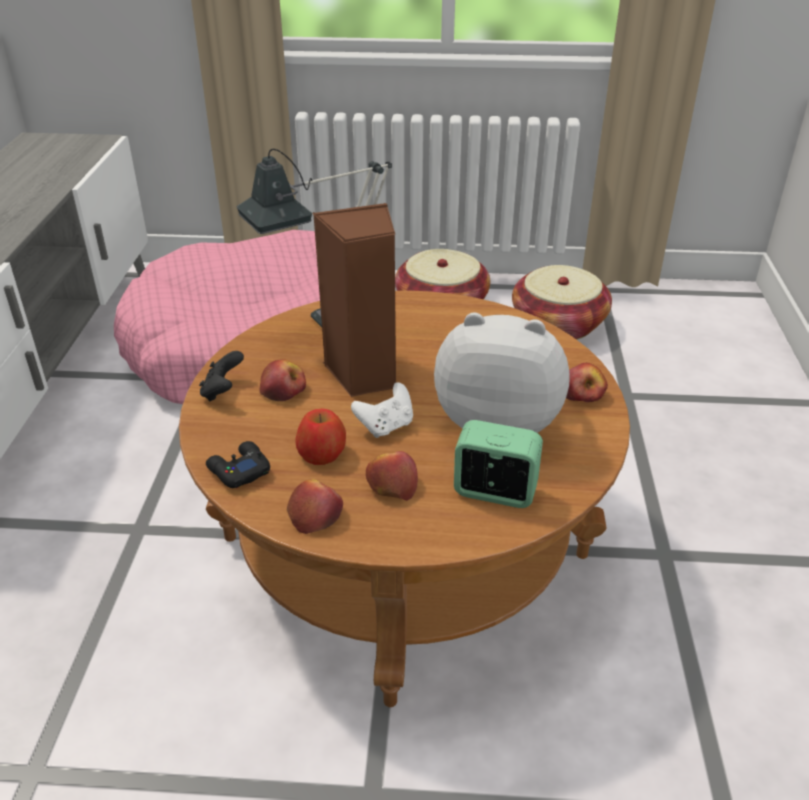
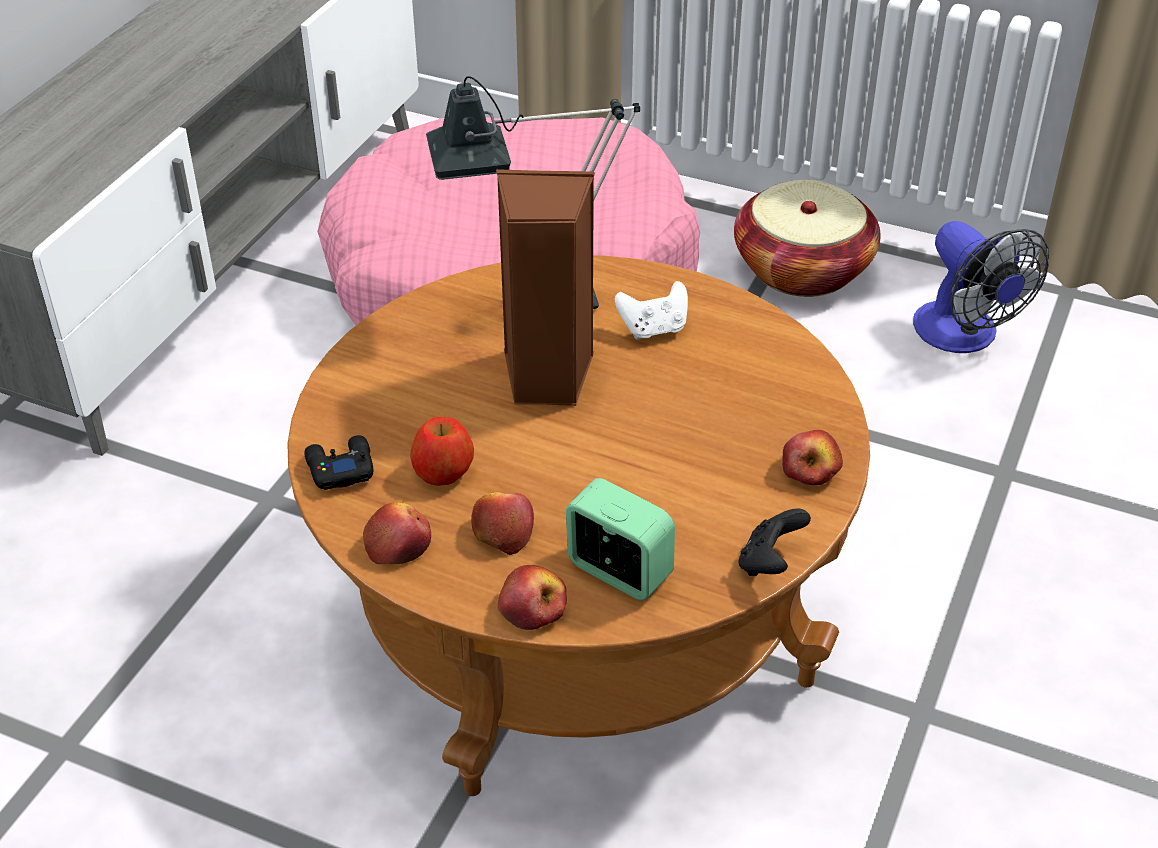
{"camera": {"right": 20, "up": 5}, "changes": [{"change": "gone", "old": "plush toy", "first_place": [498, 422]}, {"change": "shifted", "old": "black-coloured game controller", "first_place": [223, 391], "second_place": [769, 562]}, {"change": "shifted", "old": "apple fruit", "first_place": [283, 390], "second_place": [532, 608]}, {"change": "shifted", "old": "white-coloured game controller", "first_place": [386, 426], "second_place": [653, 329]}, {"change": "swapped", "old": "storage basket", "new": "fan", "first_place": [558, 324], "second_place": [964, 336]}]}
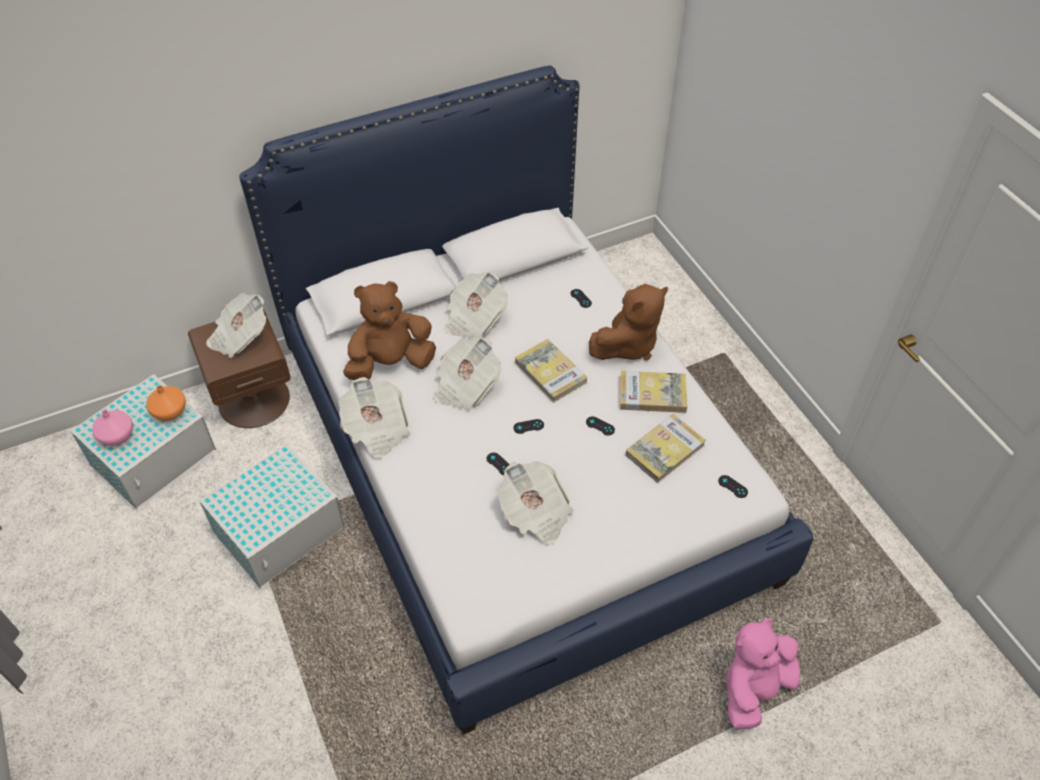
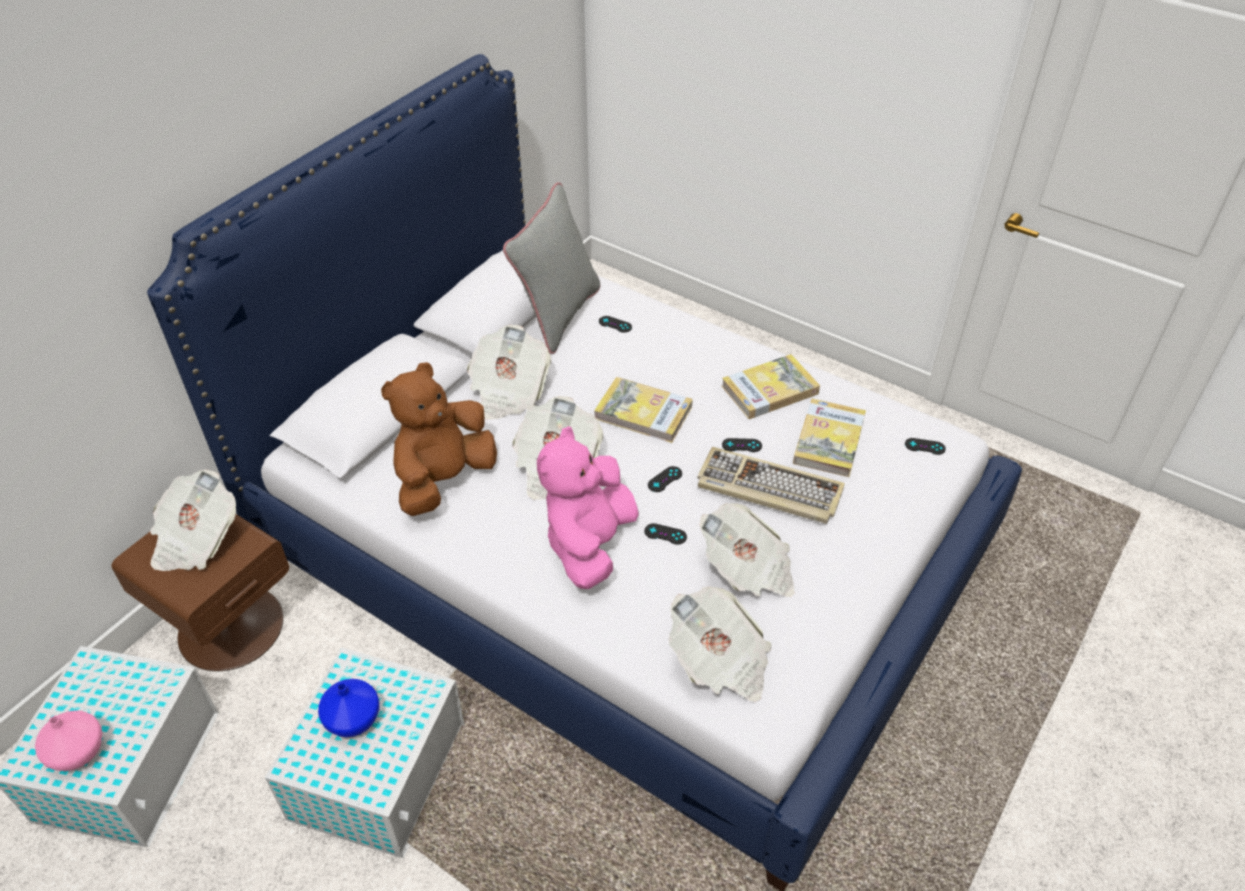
{"camera": {"right": -30, "up": -5}, "changes": [{"change": "gone", "old": "orangey vase", "first_place": [169, 412]}, {"change": "gone", "old": "brown-coloured plush toy", "first_place": [627, 345]}, {"change": "new", "new": "blue-coloured vase", "second_place": [352, 720]}, {"change": "new", "new": "greyish pillow", "second_place": [558, 315]}, {"change": "new", "new": "PC keyboard", "second_place": [767, 489]}, {"change": "shifted", "old": "newspaper", "first_place": [376, 429], "second_place": [720, 661]}, {"change": "shifted", "old": "pink-coloured plush toy", "first_place": [754, 689], "second_place": [589, 544]}]}
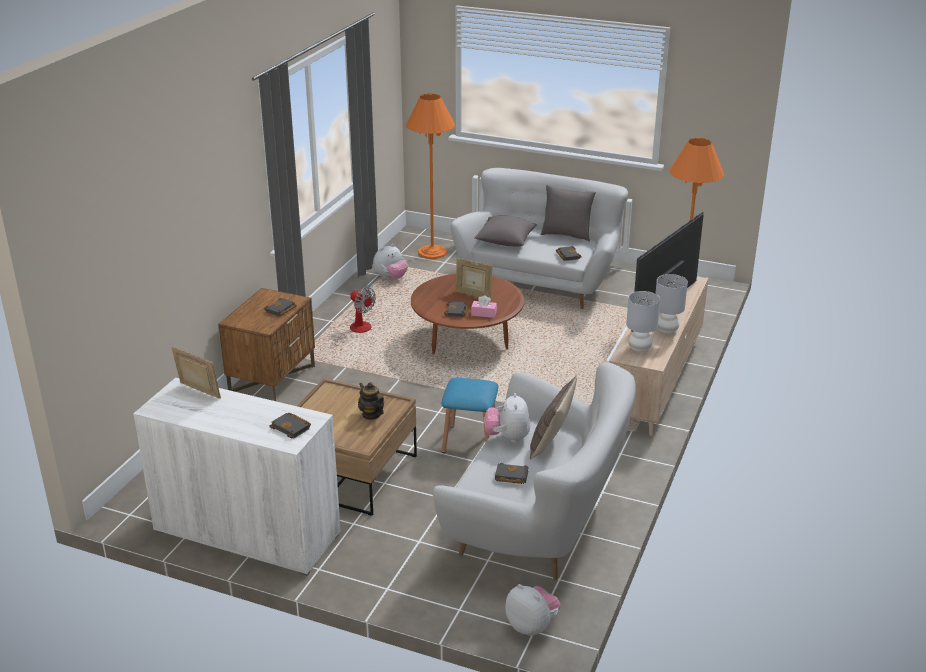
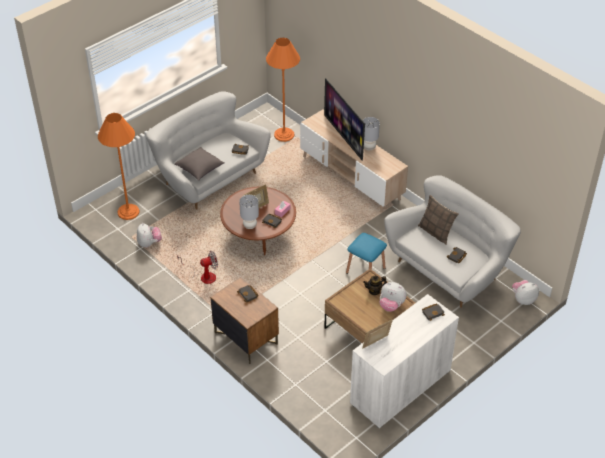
{"camera": {"right": -65, "up": 15}, "changes": [{"change": "gone", "old": "greyish pillow", "first_place": [566, 235]}, {"change": "shifted", "old": "plush toy", "first_place": [507, 437], "second_place": [391, 305]}, {"change": "shifted", "old": "greyish table lamp", "first_place": [640, 348], "second_place": [250, 225]}]}
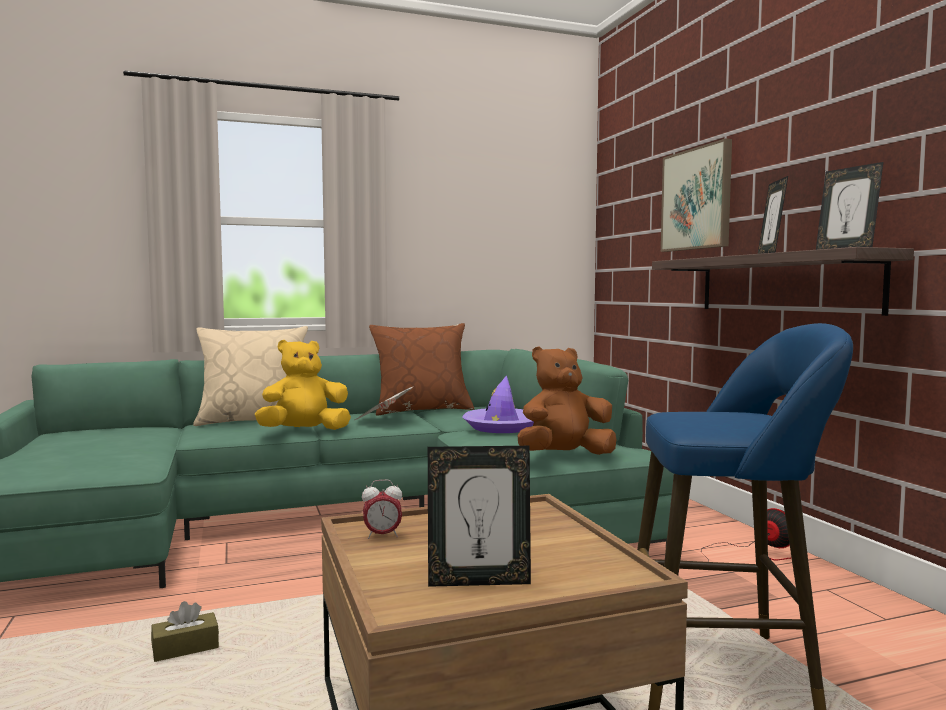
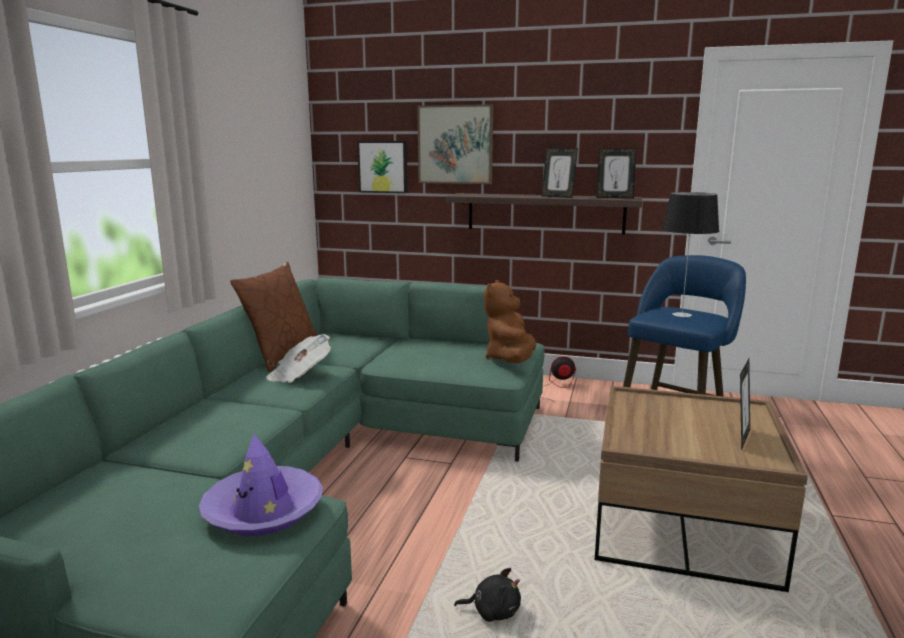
{"camera": {"right": -55, "up": 10}, "changes": [{"change": "gone", "old": "sand-coloured pillow", "first_place": [254, 420]}, {"change": "gone", "old": "yellow-coloured plush toy", "first_place": [304, 431]}, {"change": "gone", "old": "bedside clock", "first_place": [382, 536]}, {"change": "new", "new": "wall picture", "second_place": [383, 167]}, {"change": "new", "new": "table lamp", "second_place": [681, 314]}, {"change": "shifted", "old": "purplish wearable hat", "first_place": [501, 427], "second_place": [263, 511]}, {"change": "swapped", "old": "brown-coloured box of tissues", "new": "black-coloured plush toy", "first_place": [185, 649], "second_place": [493, 611]}]}
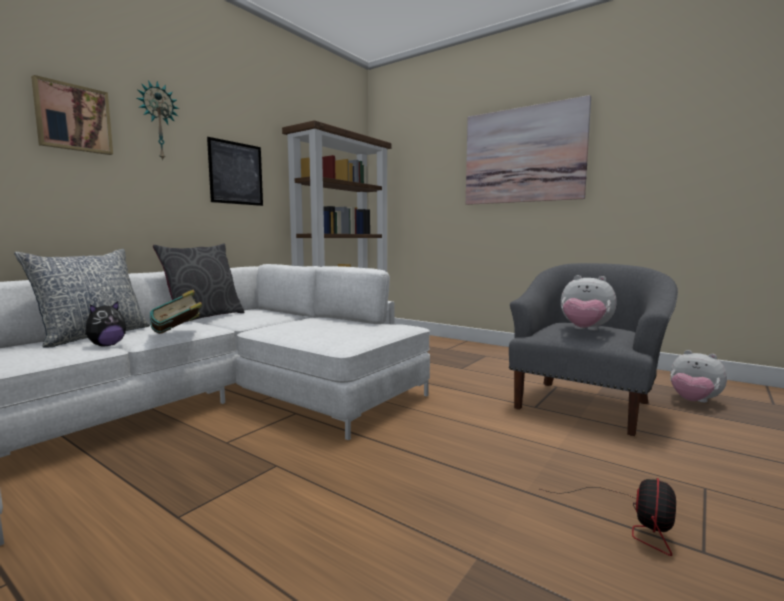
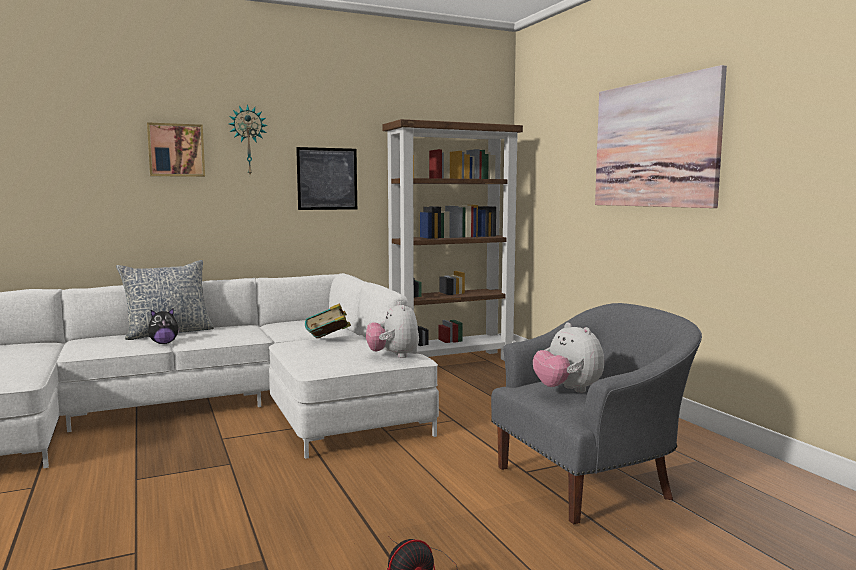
{"camera": {"right": 30, "up": 0}, "changes": [{"change": "gone", "old": "greyish pillow", "first_place": [204, 317]}, {"change": "shifted", "old": "book", "first_place": [178, 335], "second_place": [328, 341]}, {"change": "shifted", "old": "plush toy", "first_place": [693, 401], "second_place": [393, 356]}]}
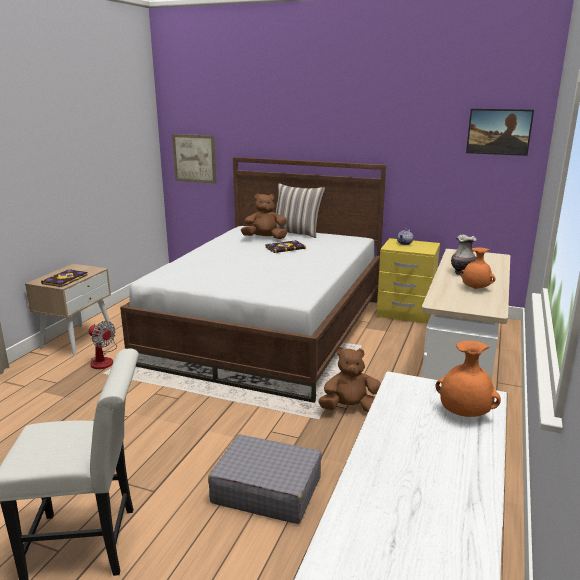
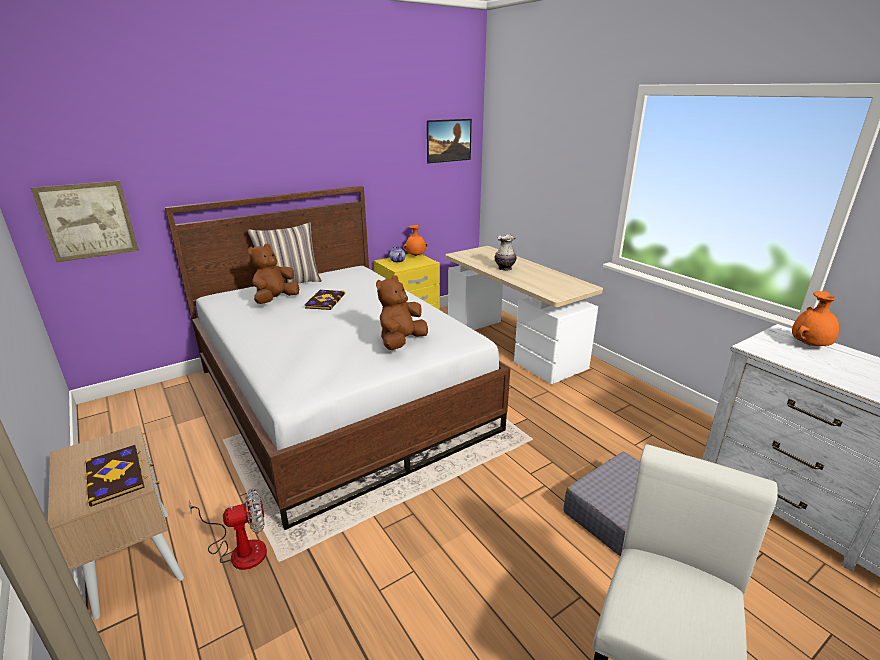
{"camera": {"right": -55, "up": 5}, "changes": [{"change": "shifted", "old": "brown-coloured plush toy", "first_place": [350, 408], "second_place": [401, 342]}, {"change": "shifted", "old": "orangey vase", "first_place": [475, 288], "second_place": [415, 255]}]}
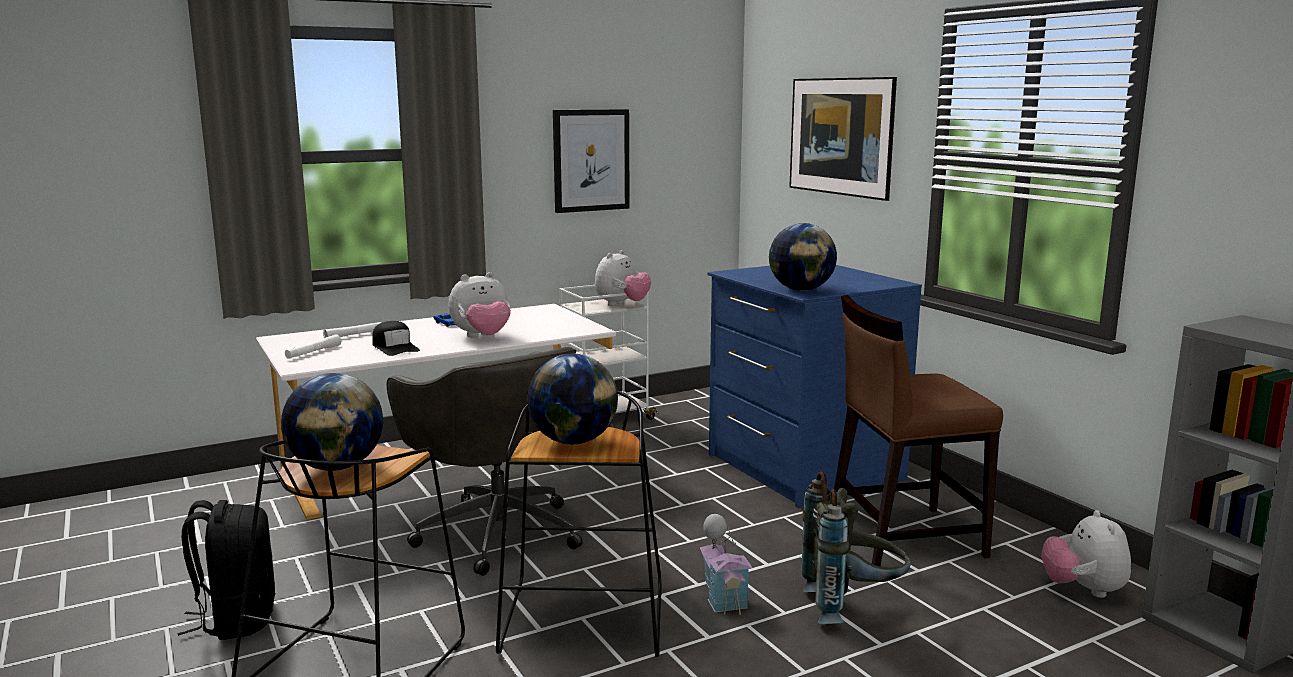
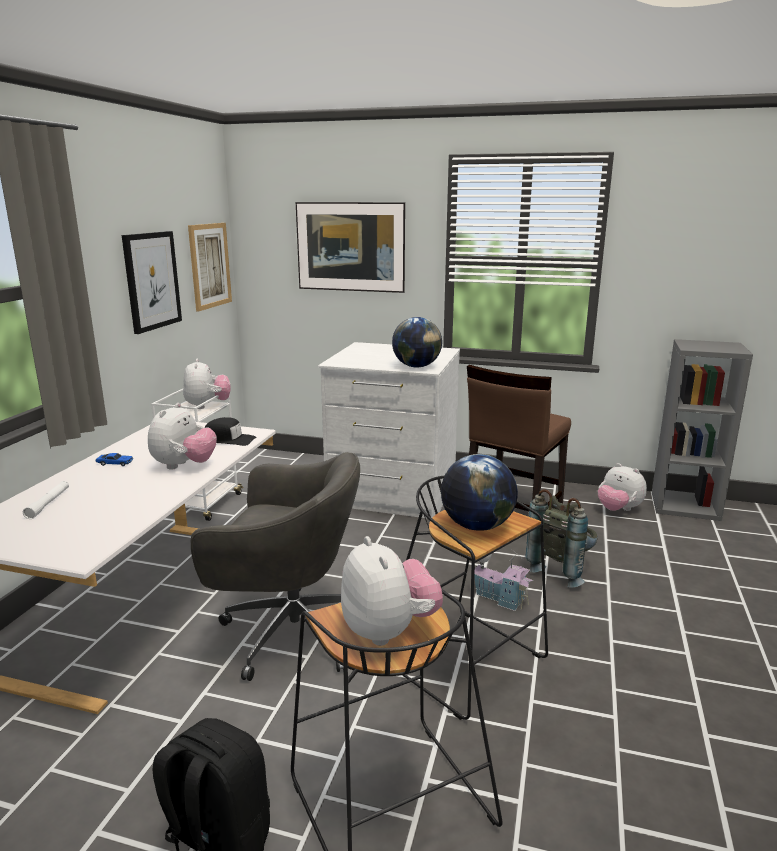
{"camera": {"right": -45, "up": 5}, "changes": [{"change": "gone", "old": "white-coloured flashlight", "first_place": [313, 352]}, {"change": "new", "new": "wall picture", "second_place": [210, 265]}, {"change": "shifted", "old": "black-coloured cap", "first_place": [395, 347], "second_place": [229, 439]}, {"change": "swapped", "old": "desk globe", "new": "plush toy", "first_place": [337, 466], "second_place": [389, 630]}, {"change": "repainted", "old": "blue-coloured chest of drawers", "new": "white-coloured chest of drawers", "first_place": [802, 467], "second_place": [392, 493]}]}
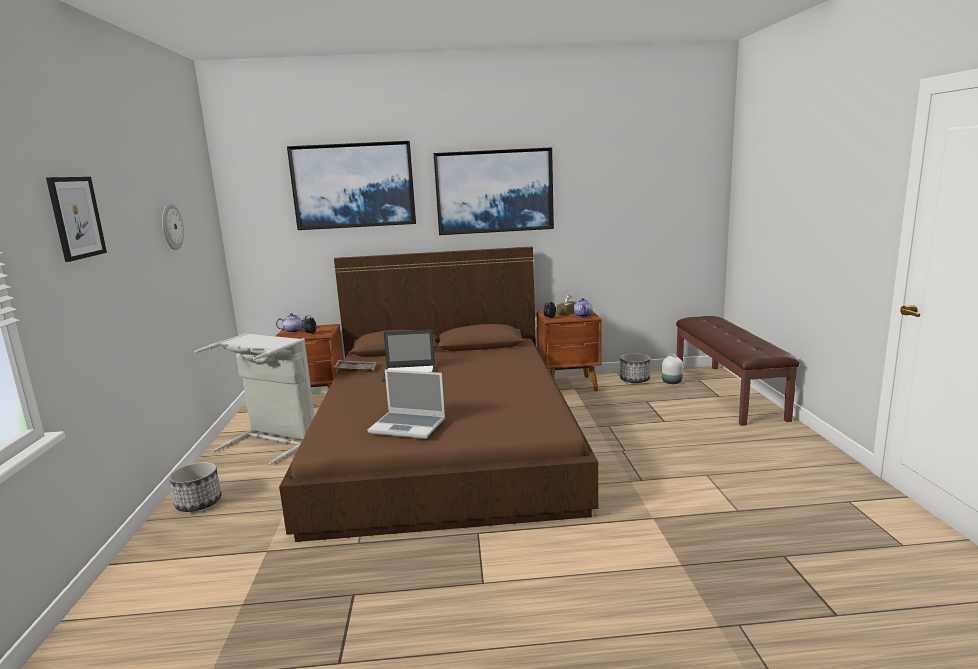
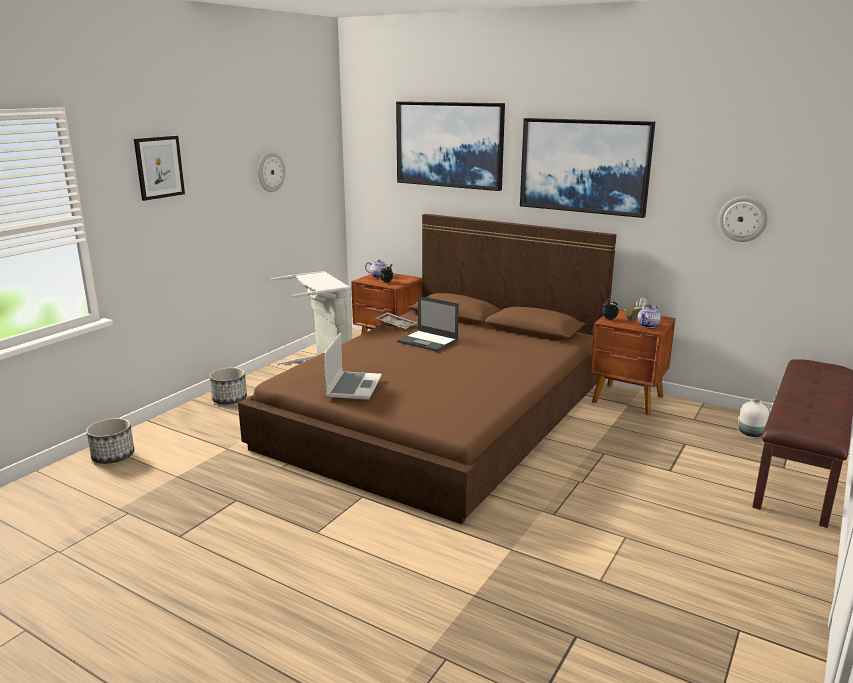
{"camera": {"right": 35, "up": 5}, "changes": [{"change": "new", "new": "clock on the wall", "second_place": [743, 219]}, {"change": "shifted", "old": "planter", "first_place": [635, 380], "second_place": [113, 456]}, {"change": "rotated", "old": "notebook computer", "first_place": [409, 426], "second_place": [353, 386], "degrees": -135}]}
